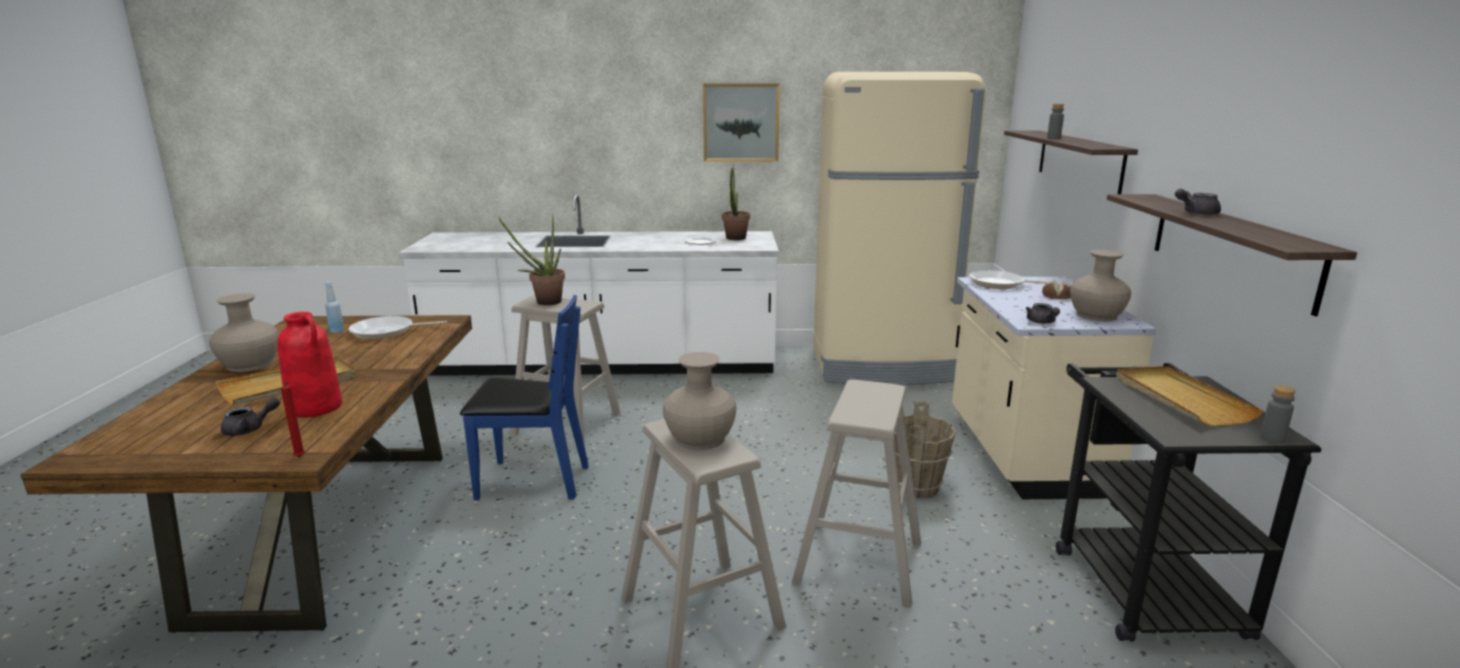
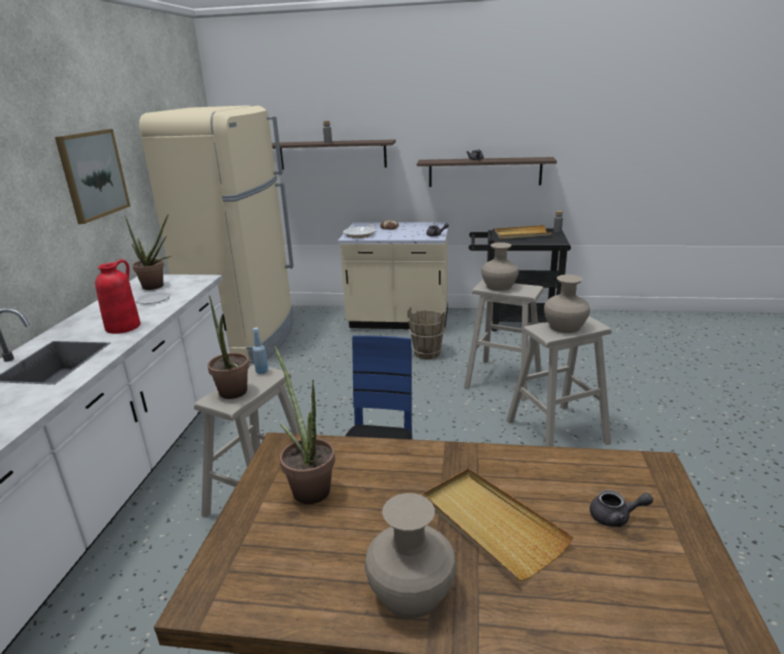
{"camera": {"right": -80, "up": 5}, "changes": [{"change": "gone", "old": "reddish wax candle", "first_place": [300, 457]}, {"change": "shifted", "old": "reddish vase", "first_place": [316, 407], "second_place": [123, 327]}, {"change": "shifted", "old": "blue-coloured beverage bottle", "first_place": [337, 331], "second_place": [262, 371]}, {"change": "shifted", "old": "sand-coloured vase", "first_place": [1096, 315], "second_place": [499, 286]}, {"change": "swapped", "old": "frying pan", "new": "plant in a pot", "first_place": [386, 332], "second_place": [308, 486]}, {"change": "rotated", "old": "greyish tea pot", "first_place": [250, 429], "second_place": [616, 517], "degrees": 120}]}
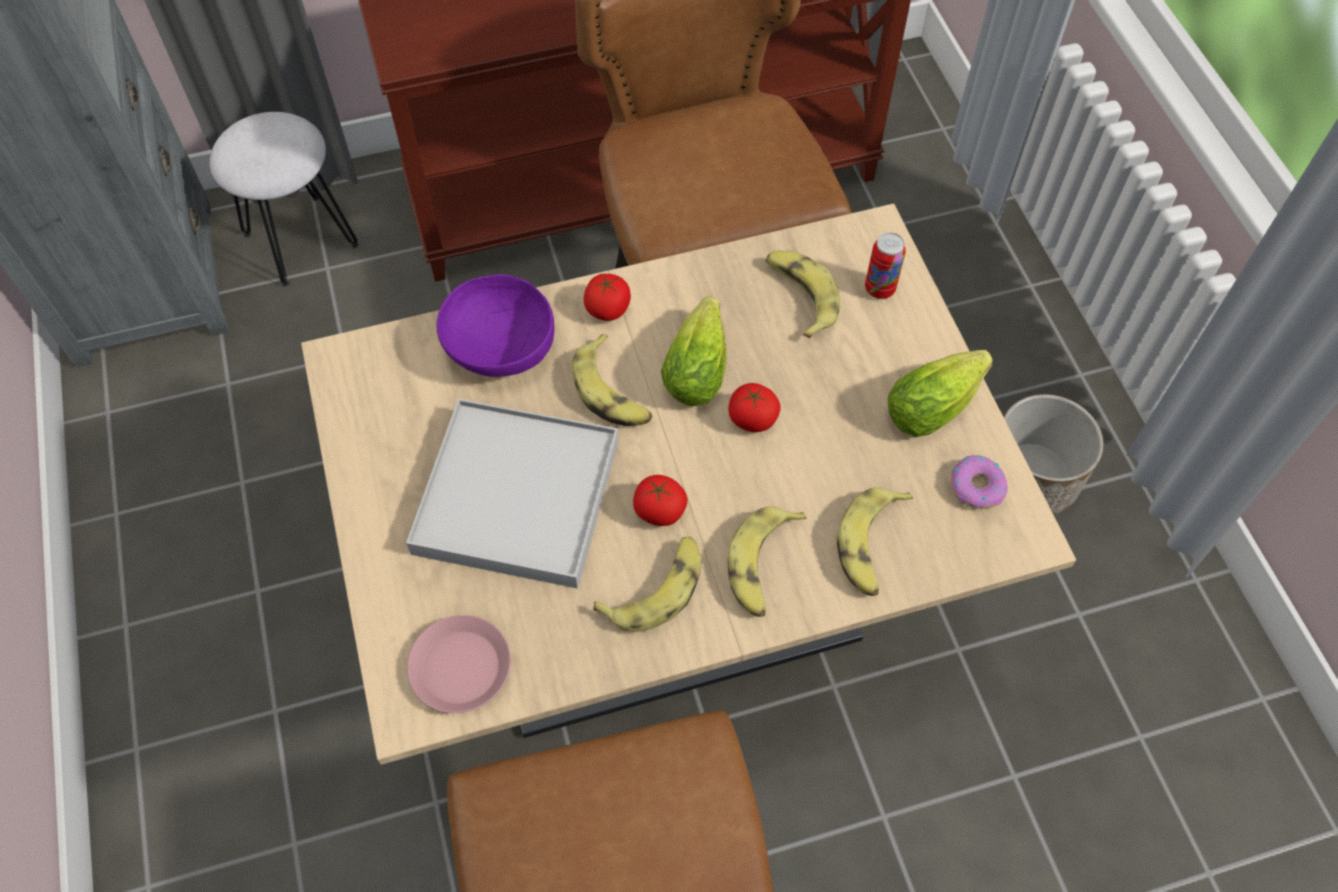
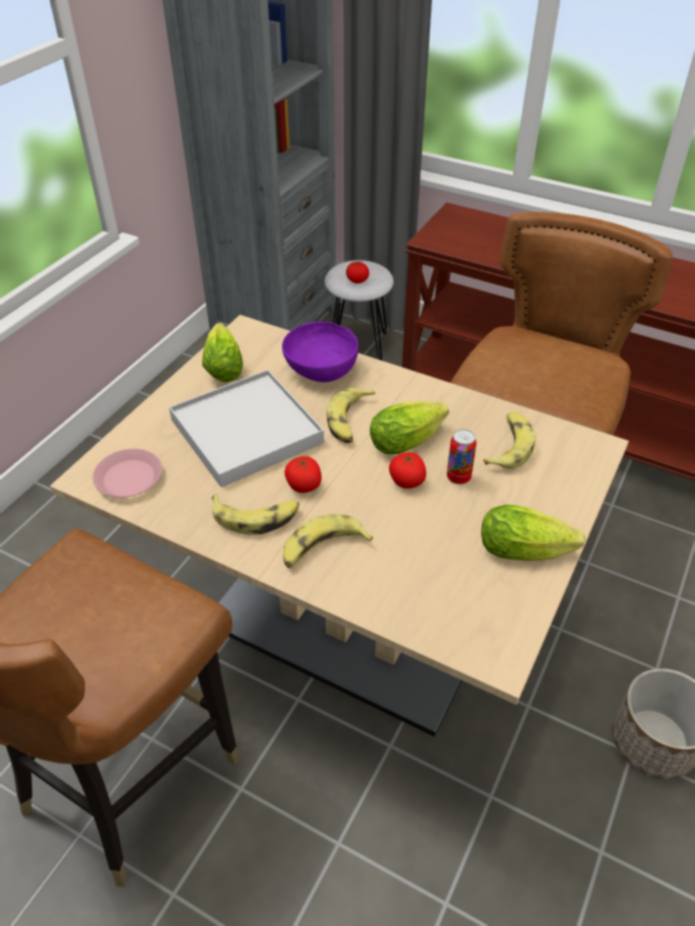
{"camera": {"right": 45, "up": -15}, "changes": [{"change": "gone", "old": "banana fruit", "first_place": [871, 546]}, {"change": "gone", "old": "doughnut", "first_place": [976, 487]}, {"change": "new", "new": "lettuce", "second_place": [224, 364]}, {"change": "shifted", "old": "tomato", "first_place": [608, 309], "second_place": [357, 280]}, {"change": "shifted", "old": "metal can", "first_place": [879, 289], "second_place": [458, 477]}]}
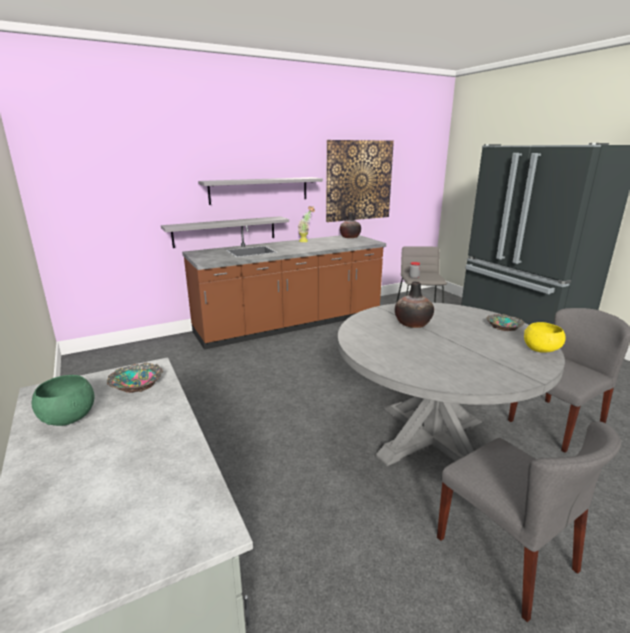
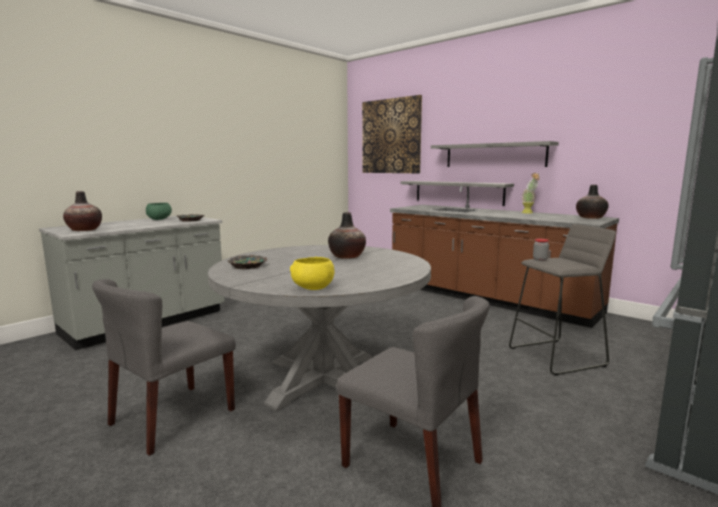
{"camera": {"right": 70, "up": -10}, "changes": [{"change": "new", "new": "vase", "second_place": [84, 230]}, {"change": "shifted", "old": "wall picture", "first_place": [359, 180], "second_place": [391, 136]}, {"change": "shifted", "old": "deep dish", "first_place": [504, 326], "second_place": [248, 266]}]}
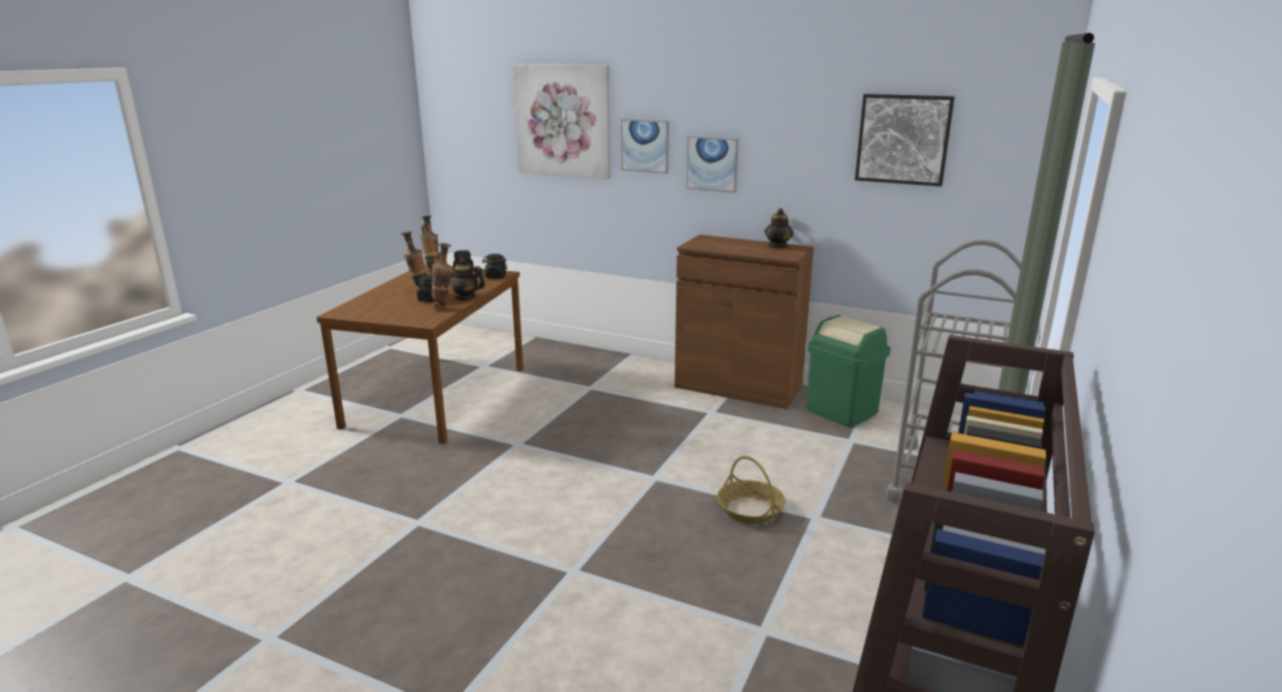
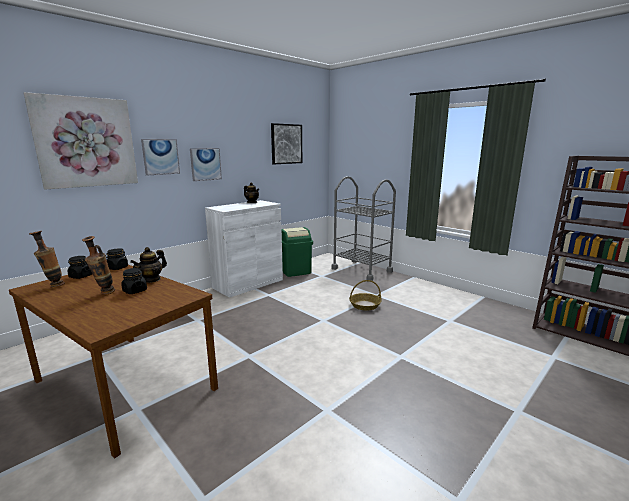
{"camera": {"right": -70, "up": -5}, "changes": [{"change": "gone", "old": "vase", "first_place": [444, 308]}, {"change": "repainted", "old": "brown-coloured cupboard", "new": "white-coloured cupboard", "first_place": [738, 387], "second_place": [248, 284]}]}
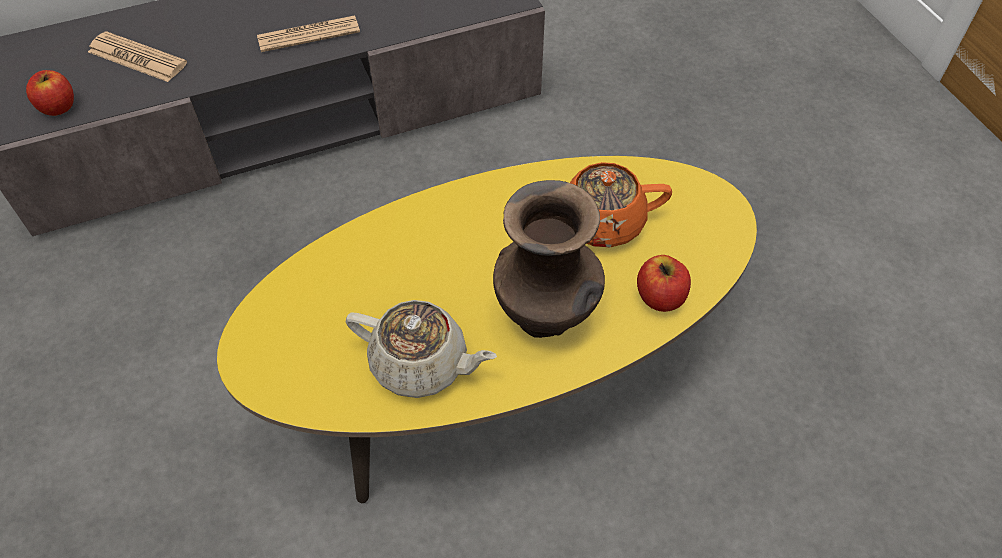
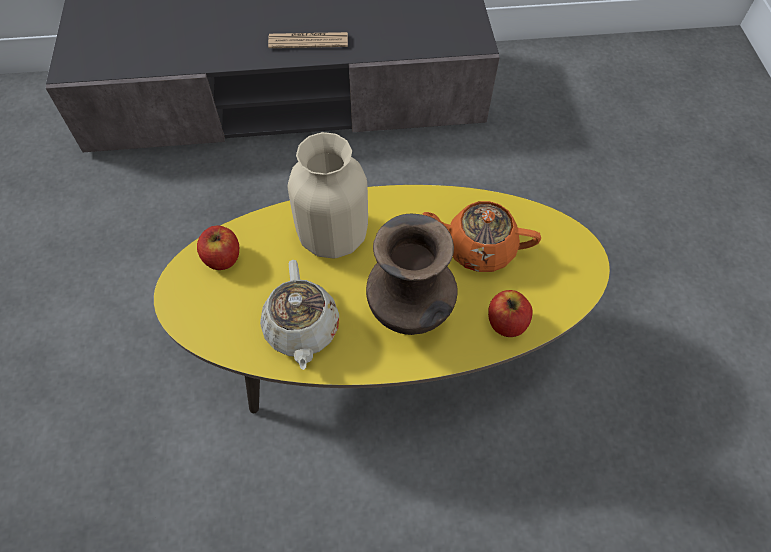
{"camera": {"right": 15, "up": 5}, "changes": [{"change": "gone", "old": "newspaper", "first_place": [137, 58]}, {"change": "new", "new": "sand-coloured vase", "second_place": [333, 235]}, {"change": "shifted", "old": "apple fruit", "first_place": [58, 107], "second_place": [222, 258]}, {"change": "rotated", "old": "sand-coloured tea pot", "first_place": [421, 364], "second_place": [302, 329], "degrees": 45}]}
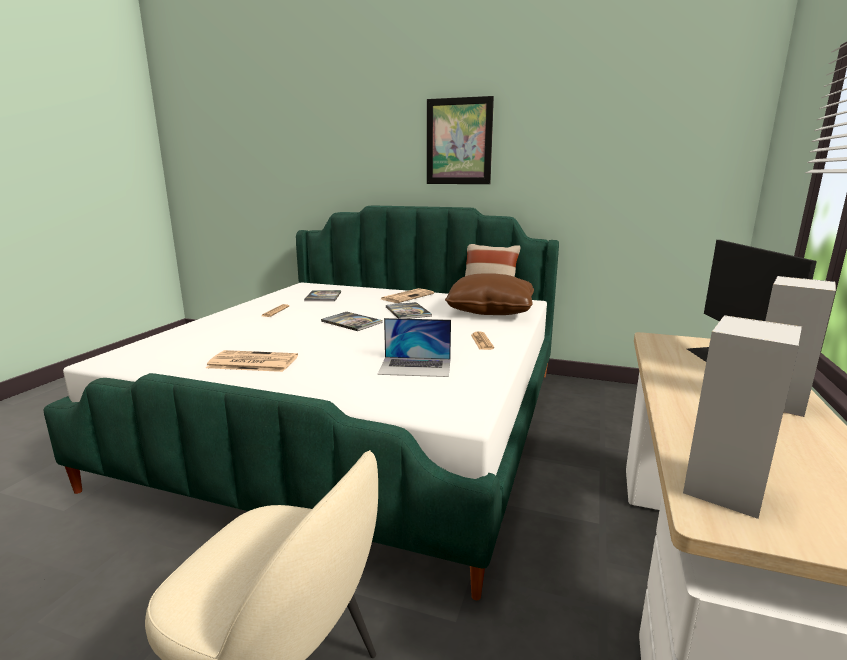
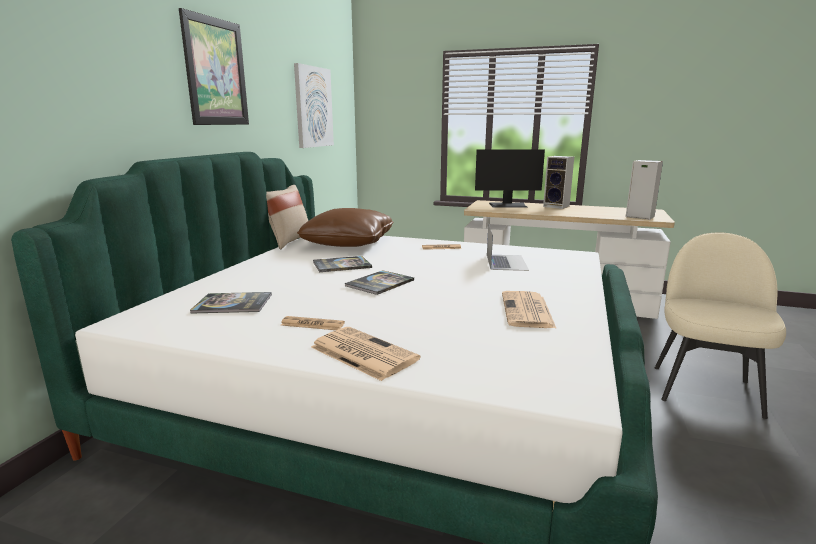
{"camera": {"right": -90, "up": 0}, "changes": [{"change": "new", "new": "wall picture", "second_place": [313, 107]}, {"change": "shifted", "old": "newspaper", "first_place": [407, 296], "second_place": [362, 353]}]}
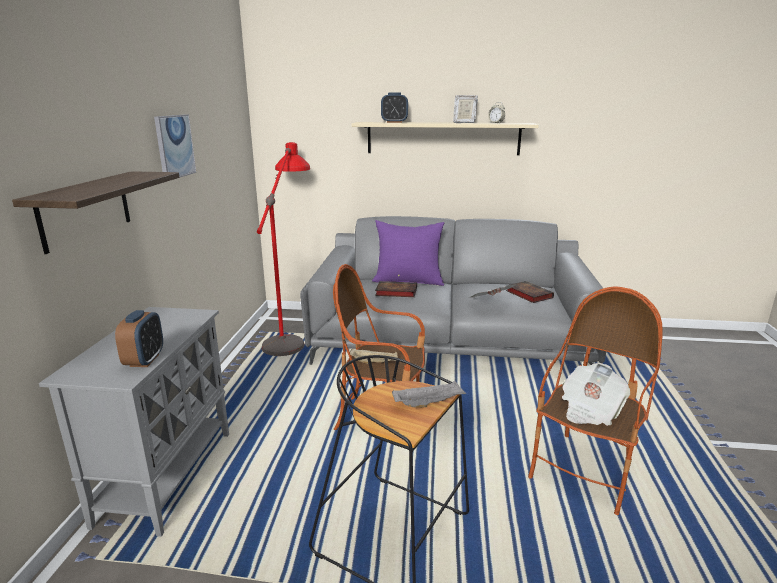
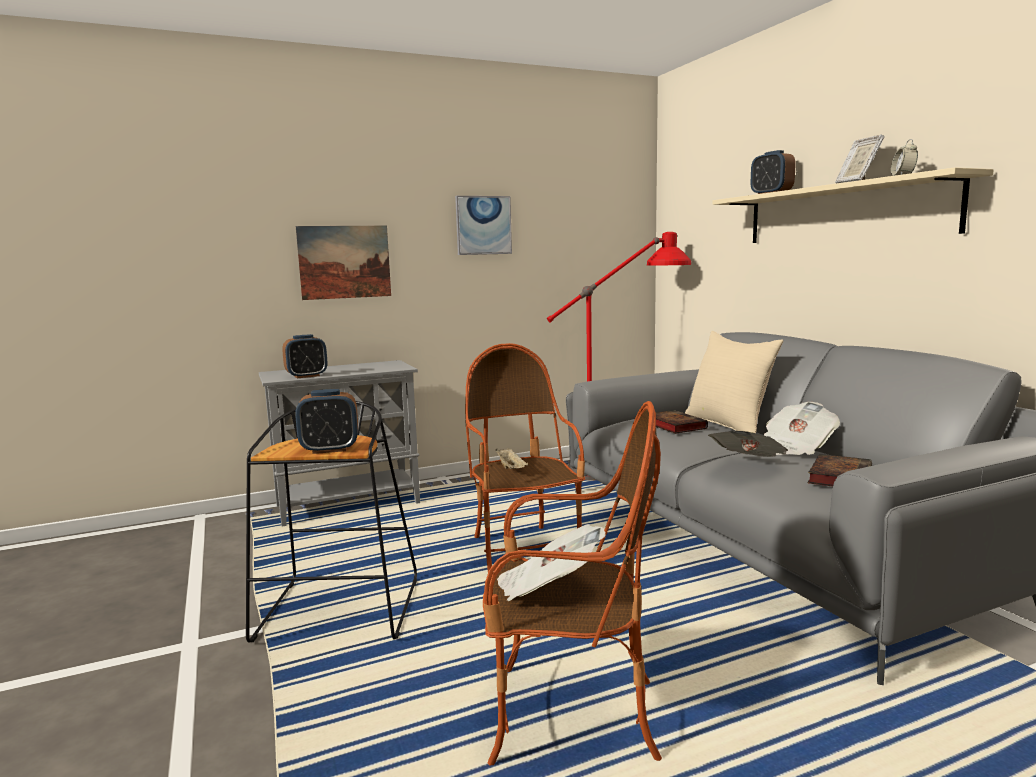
{"camera": {"right": 60, "up": -10}, "changes": [{"change": "new", "new": "newspaper", "second_place": [796, 448]}, {"change": "swapped", "old": "bracket shelf", "new": "wall picture", "first_place": [86, 210], "second_place": [344, 262]}, {"change": "swapped", "old": "greyish tray", "new": "bedside clock", "first_place": [429, 403], "second_place": [330, 449]}, {"change": "repainted", "old": "purplish pillow", "new": "sand-coloured pillow", "first_place": [408, 281], "second_place": [729, 424]}]}
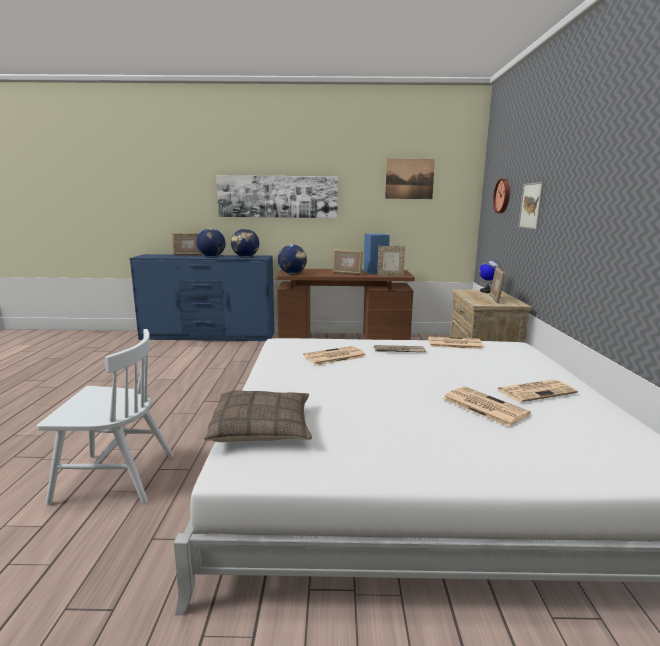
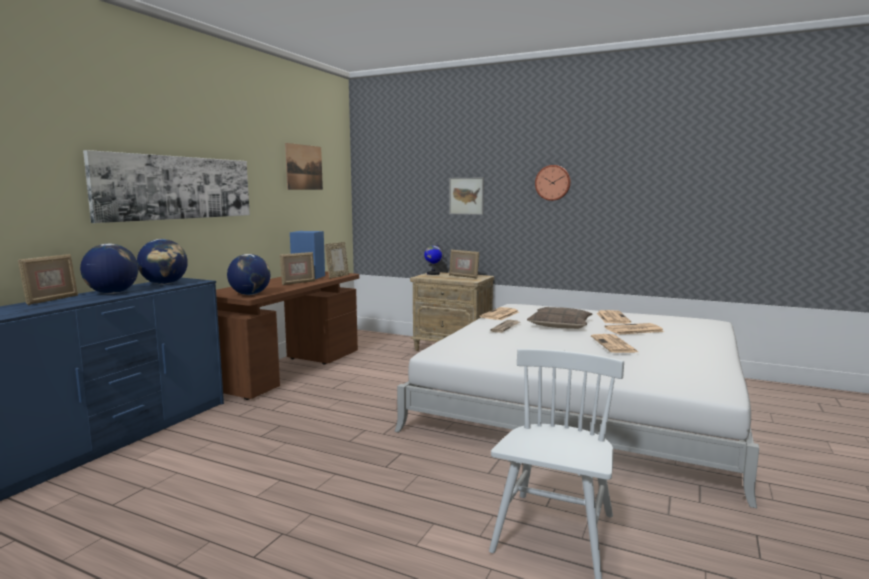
{"camera": {"right": -65, "up": -5}, "changes": [{"change": "shifted", "old": "pillow", "first_place": [262, 428], "second_place": [560, 325]}, {"change": "shifted", "old": "newspaper", "first_place": [334, 356], "second_place": [614, 345]}, {"change": "shifted", "old": "clock on the wall", "first_place": [503, 196], "second_place": [553, 182]}]}
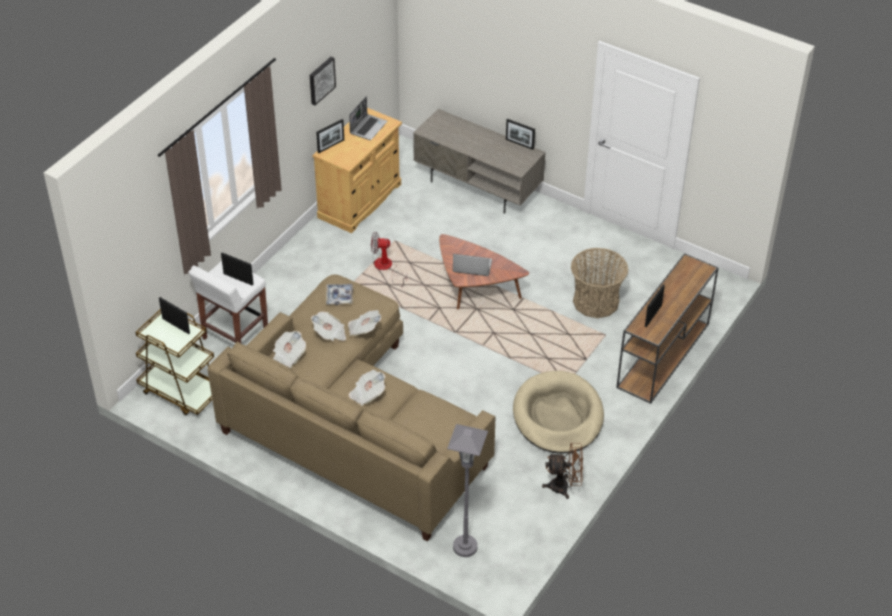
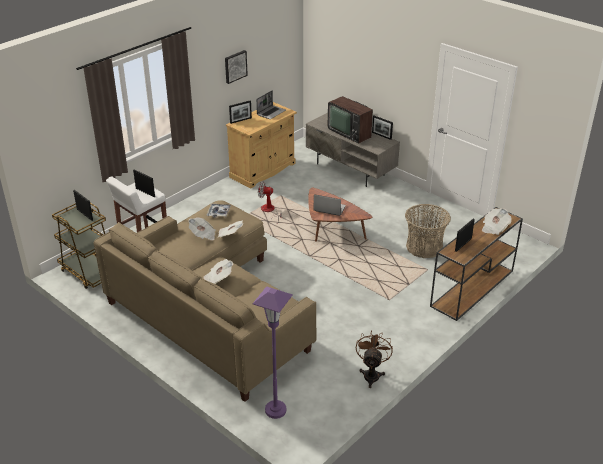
{"camera": {"right": 10, "up": -10}, "changes": [{"change": "gone", "old": "sand-coloured pet bed", "first_place": [558, 416]}, {"change": "new", "new": "television", "second_place": [350, 131]}, {"change": "shifted", "old": "newspaper", "first_place": [288, 356], "second_place": [494, 228]}, {"change": "repainted", "old": "greyish standing lamp", "new": "purplish standing lamp", "first_place": [465, 547], "second_place": [275, 410]}, {"change": "rotated", "old": "brown-coloured fan", "first_place": [564, 487], "second_place": [372, 374], "degrees": -90}]}
